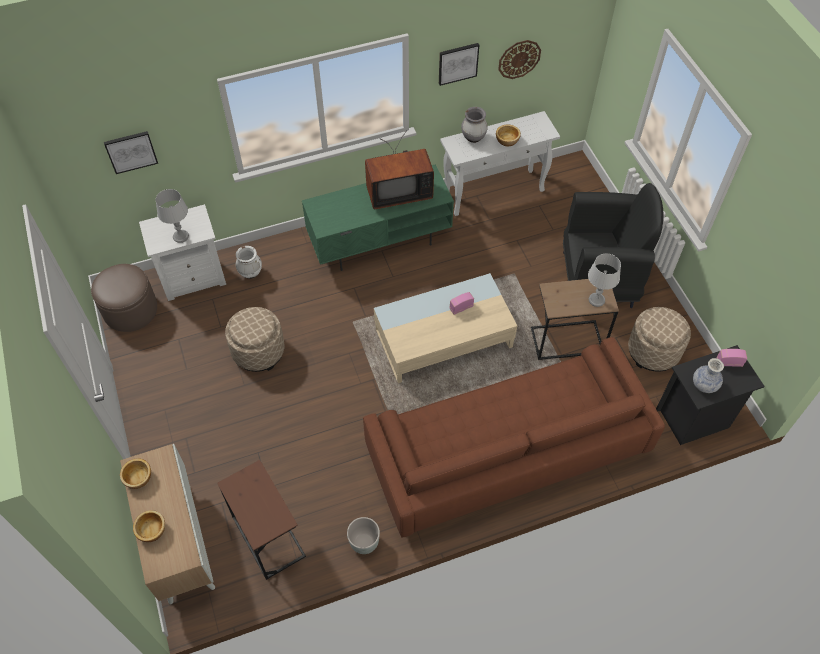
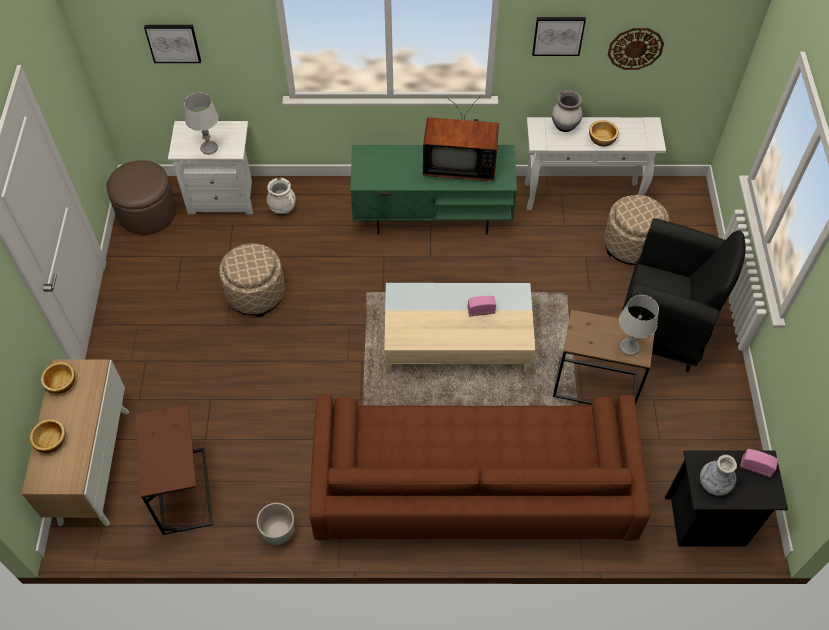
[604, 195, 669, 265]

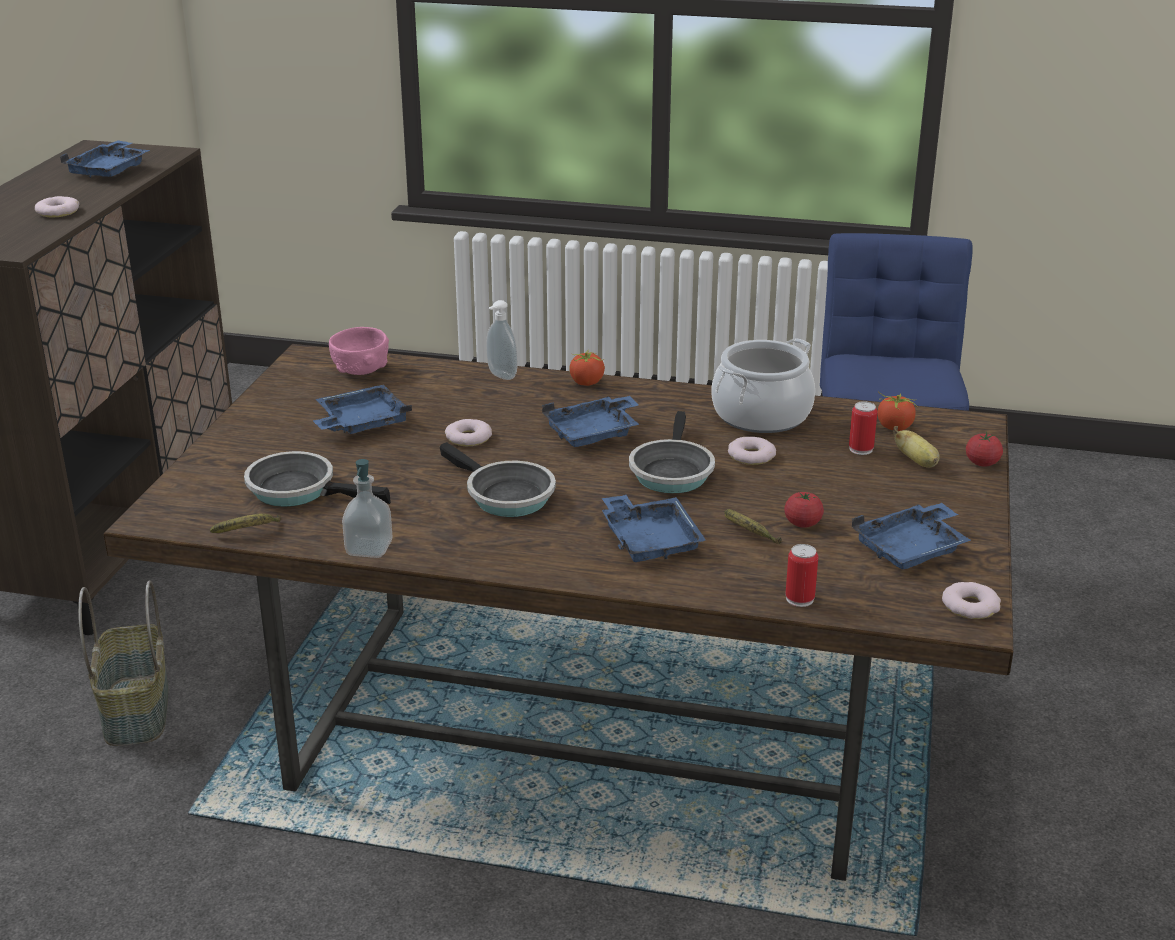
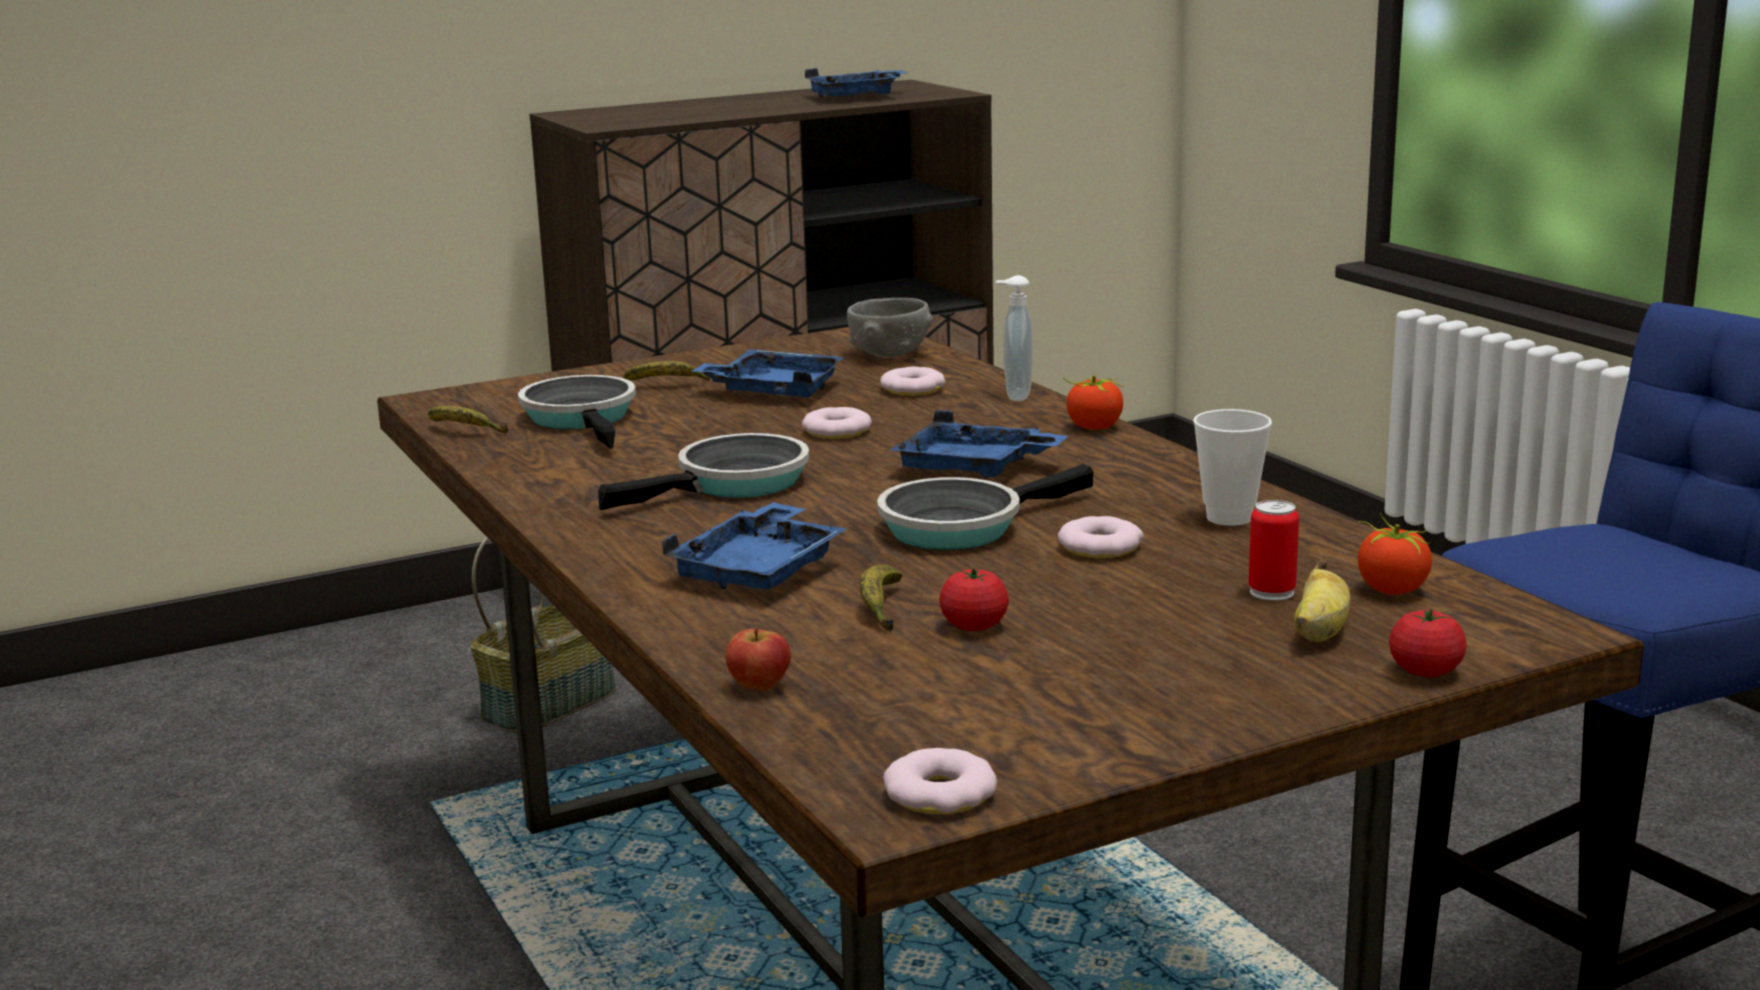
[342, 459, 393, 558] (first image)
[852, 503, 971, 569] (first image)
[623, 361, 710, 381]
[880, 366, 945, 396]
[1193, 409, 1272, 526]
[725, 627, 791, 691]
[847, 298, 933, 357]
[598, 433, 810, 510]

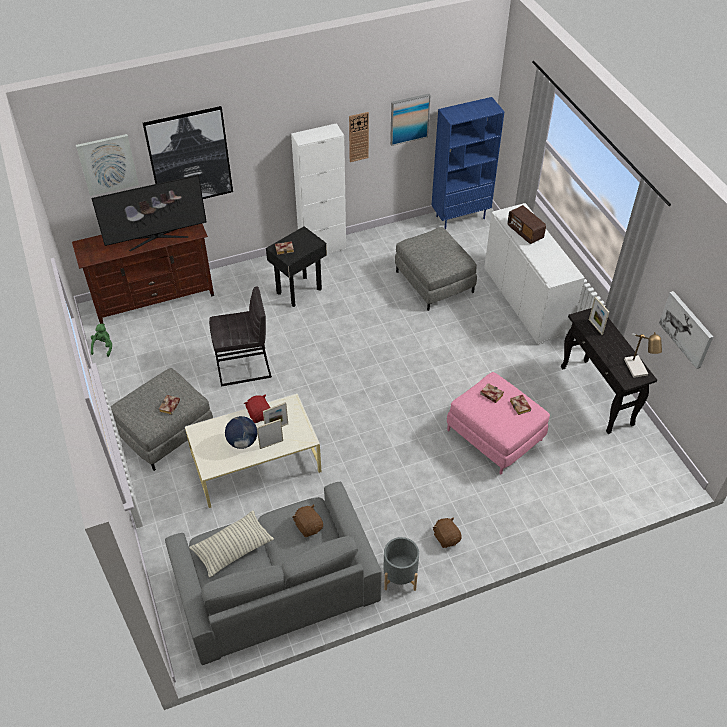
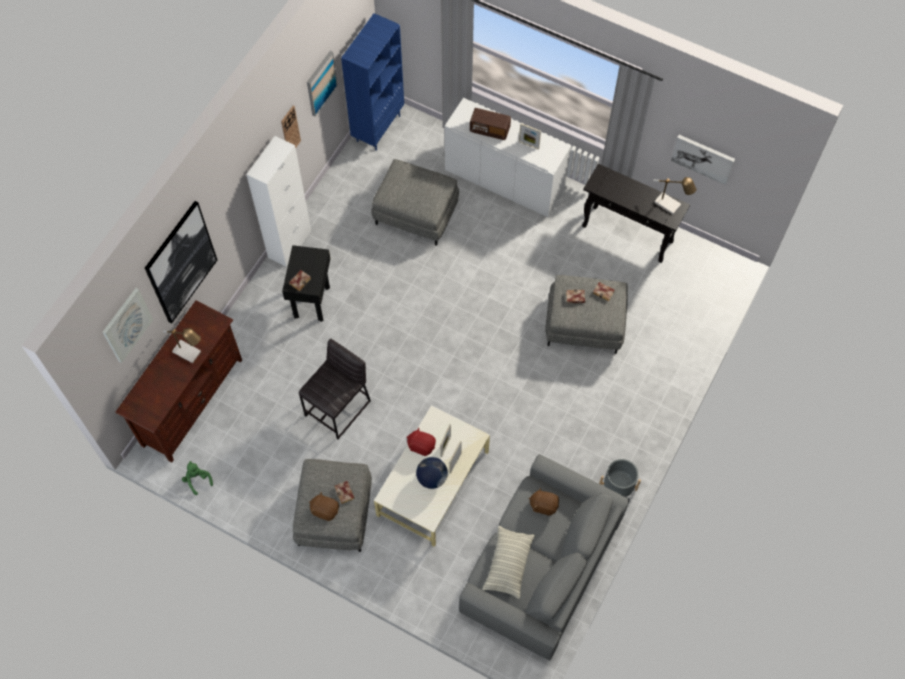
[309, 492, 339, 521]
[519, 123, 541, 150]
[163, 328, 201, 363]
[545, 275, 628, 354]

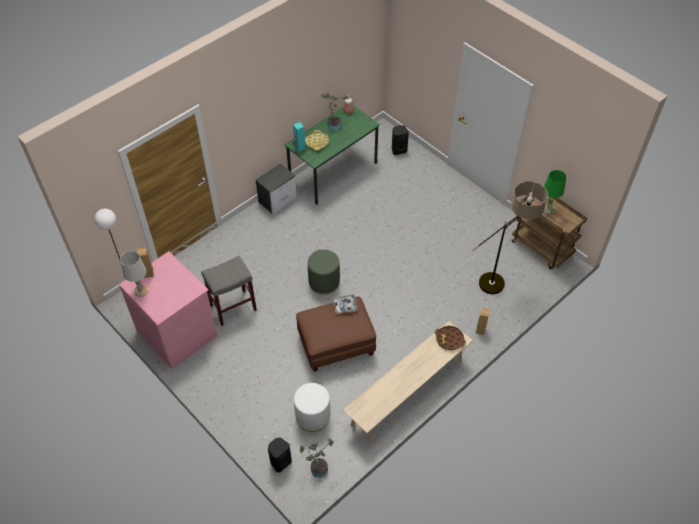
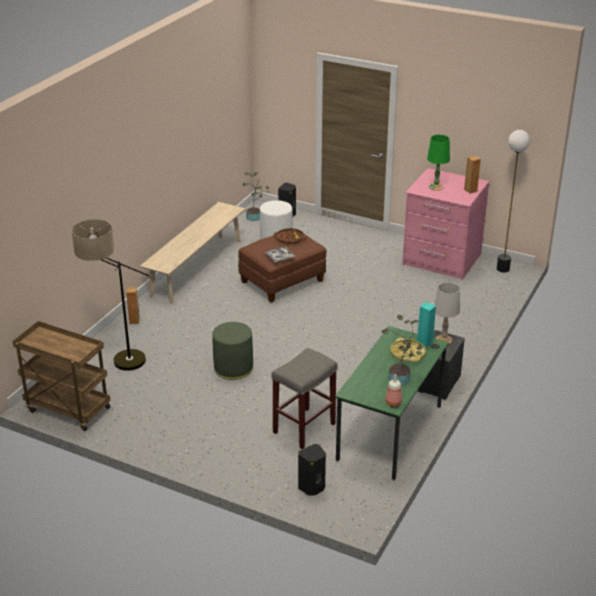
[435, 282, 460, 344]
[271, 348, 337, 449]
[212, 322, 253, 380]
[274, 228, 307, 244]
[427, 135, 450, 191]

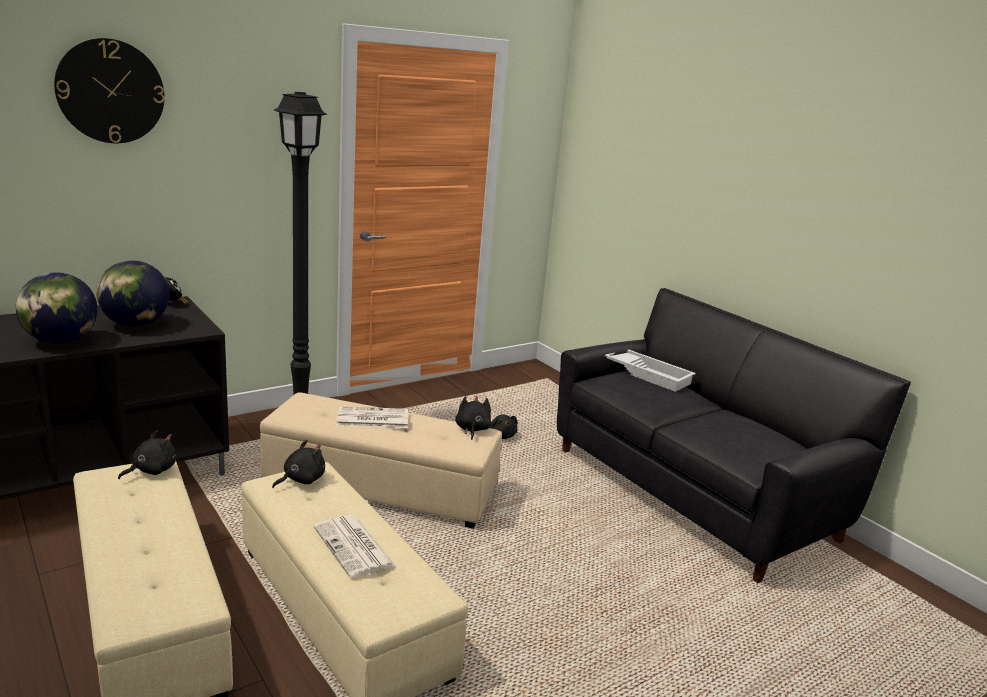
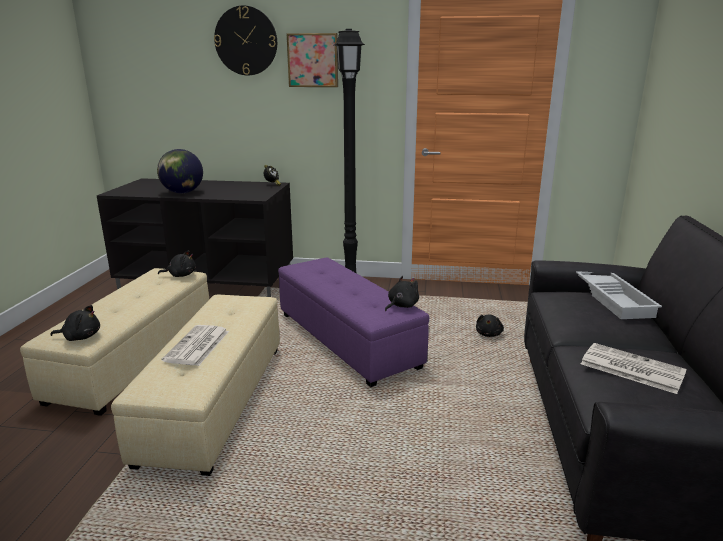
[96, 260, 169, 327] (first image)
[287, 33, 338, 87]
[50, 305, 100, 341]
[581, 343, 687, 394]
[278, 258, 429, 387]

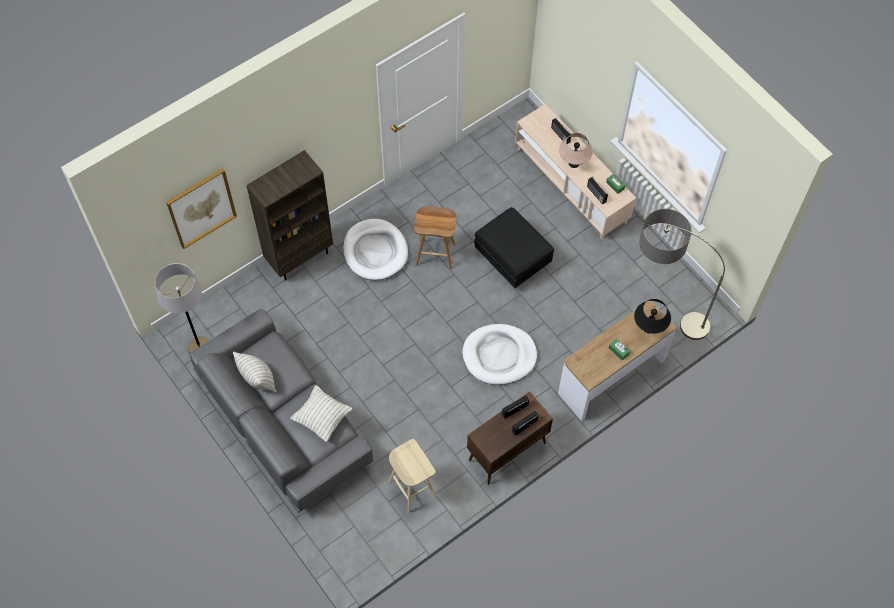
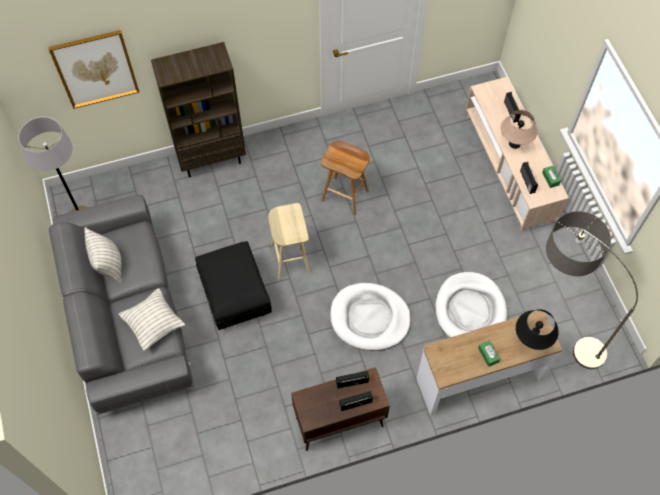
[435, 272, 507, 337]
[268, 203, 311, 280]
[195, 241, 272, 330]

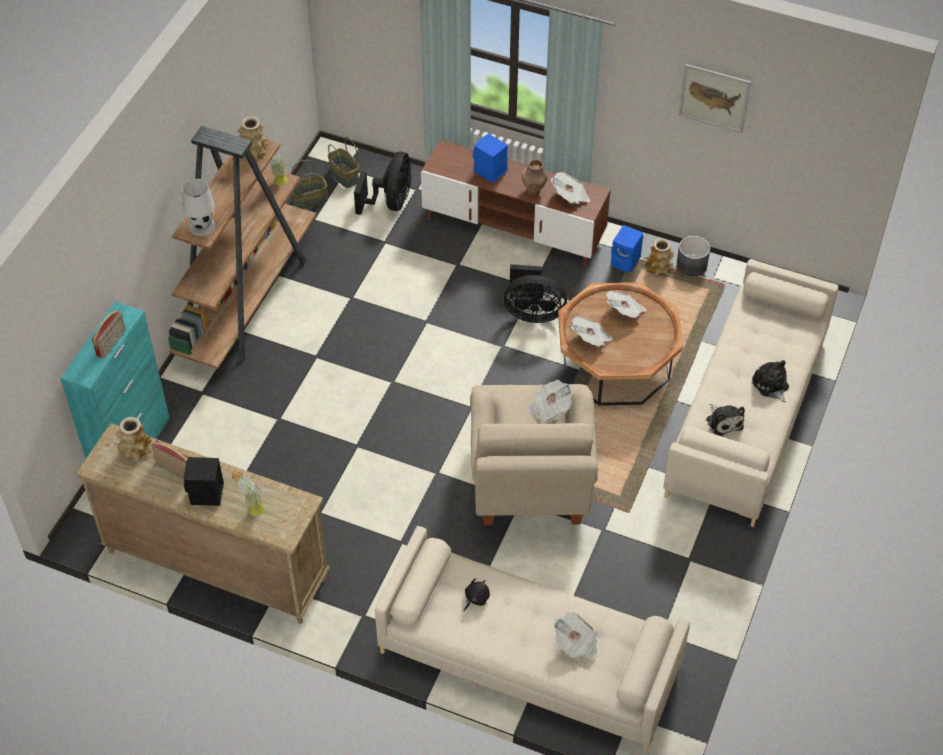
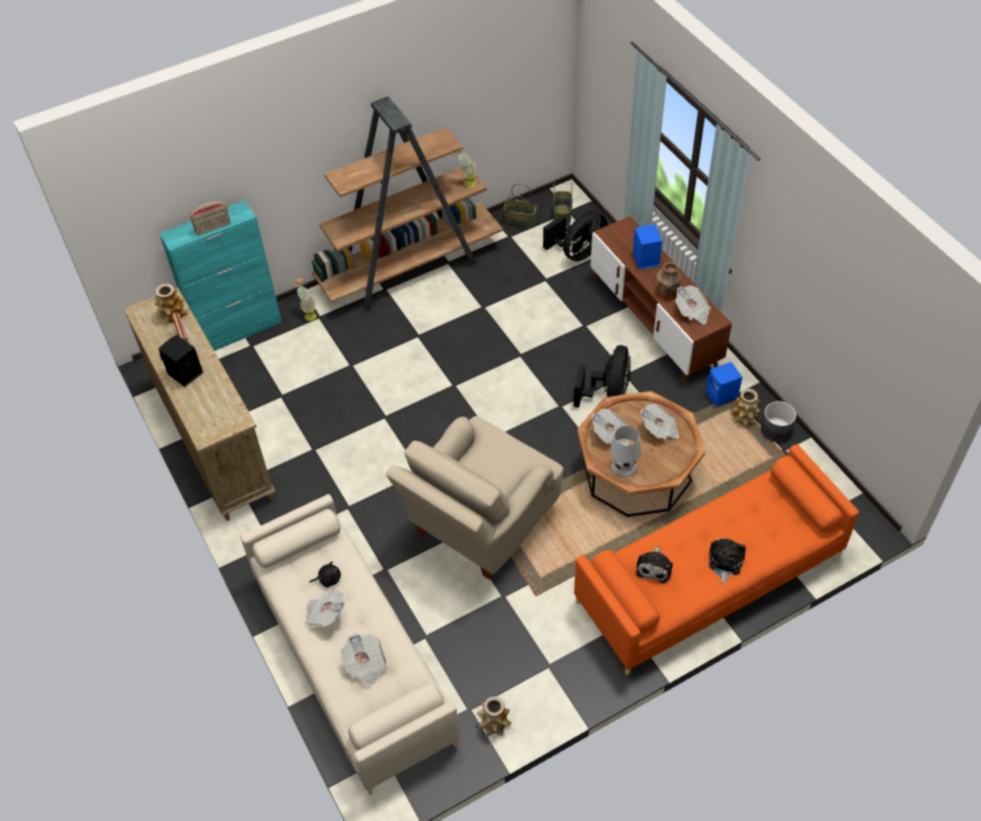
[679, 64, 751, 133] (first image)
[610, 425, 641, 477]
[295, 278, 317, 321]
[477, 697, 512, 736]
[305, 590, 345, 627]
[574, 444, 859, 675]
[573, 345, 631, 408]

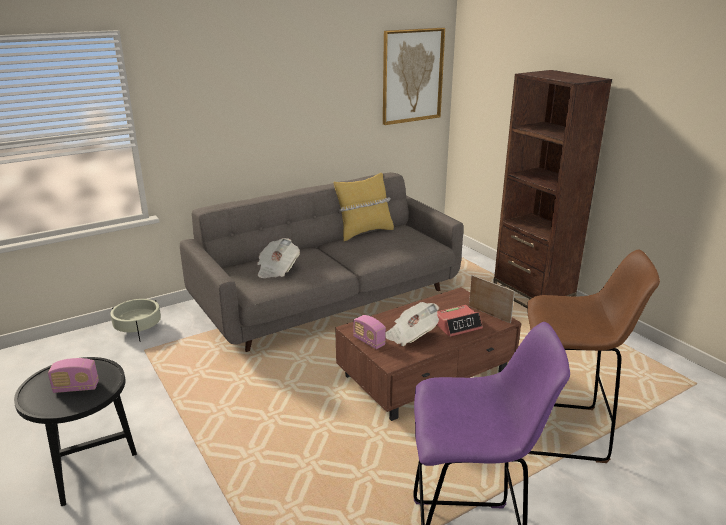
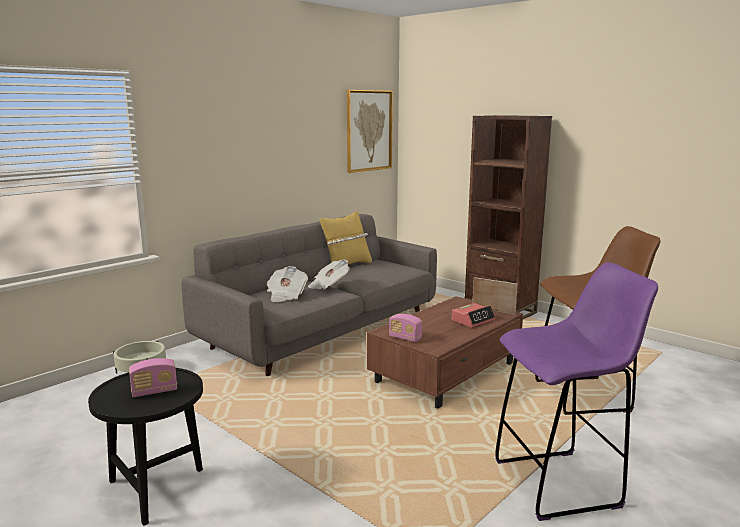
[308, 260, 350, 290]

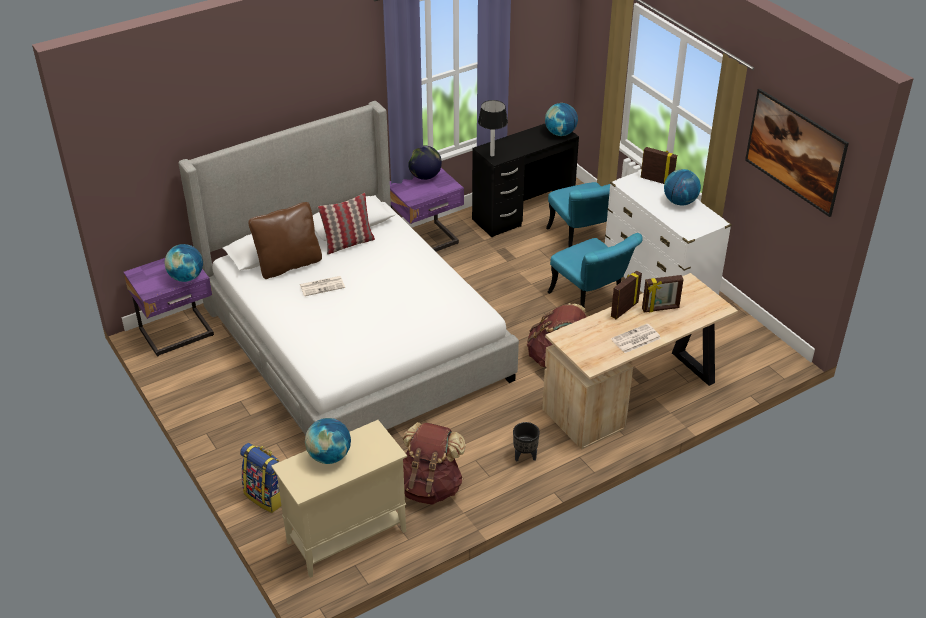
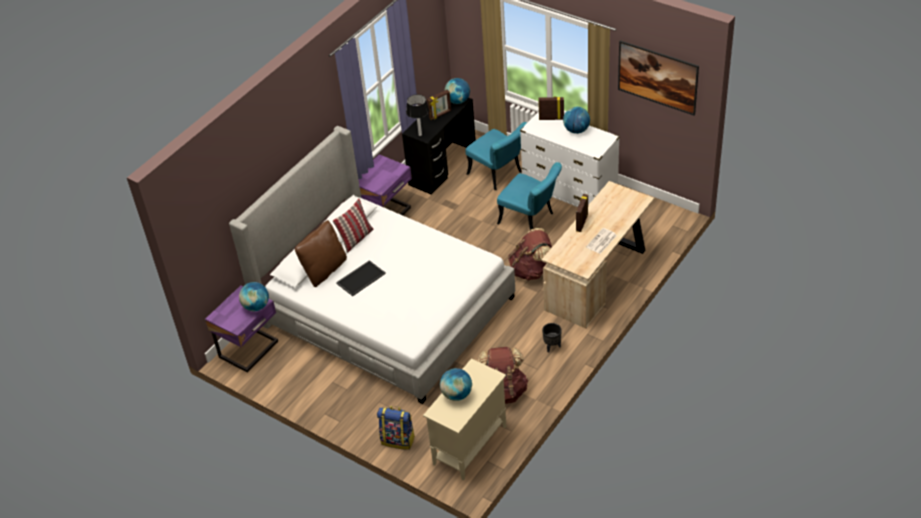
[408, 146, 442, 180] (first image)
[427, 90, 451, 120]
[336, 260, 386, 296]

